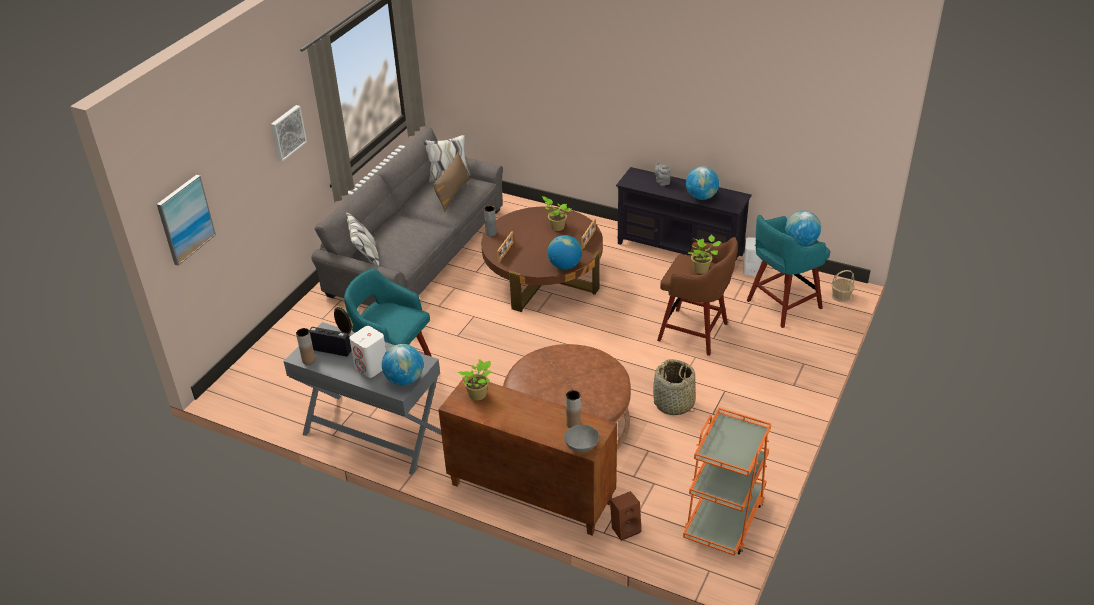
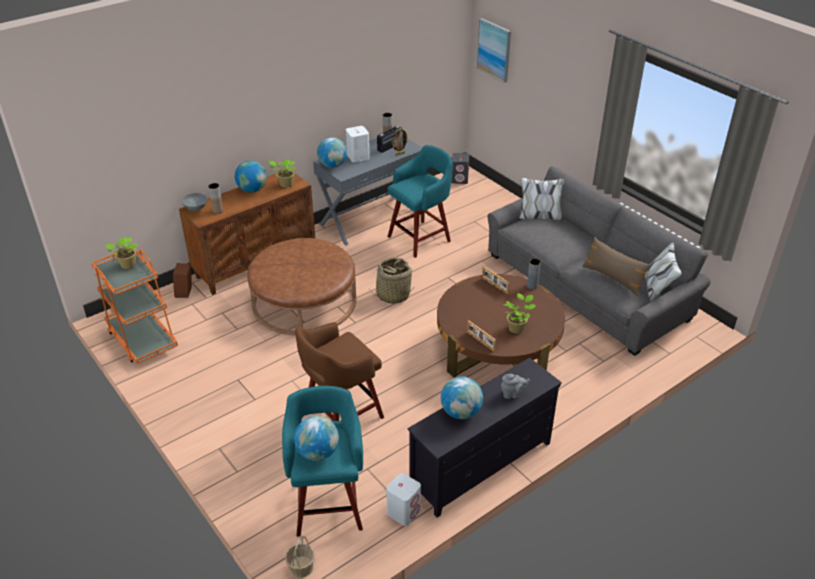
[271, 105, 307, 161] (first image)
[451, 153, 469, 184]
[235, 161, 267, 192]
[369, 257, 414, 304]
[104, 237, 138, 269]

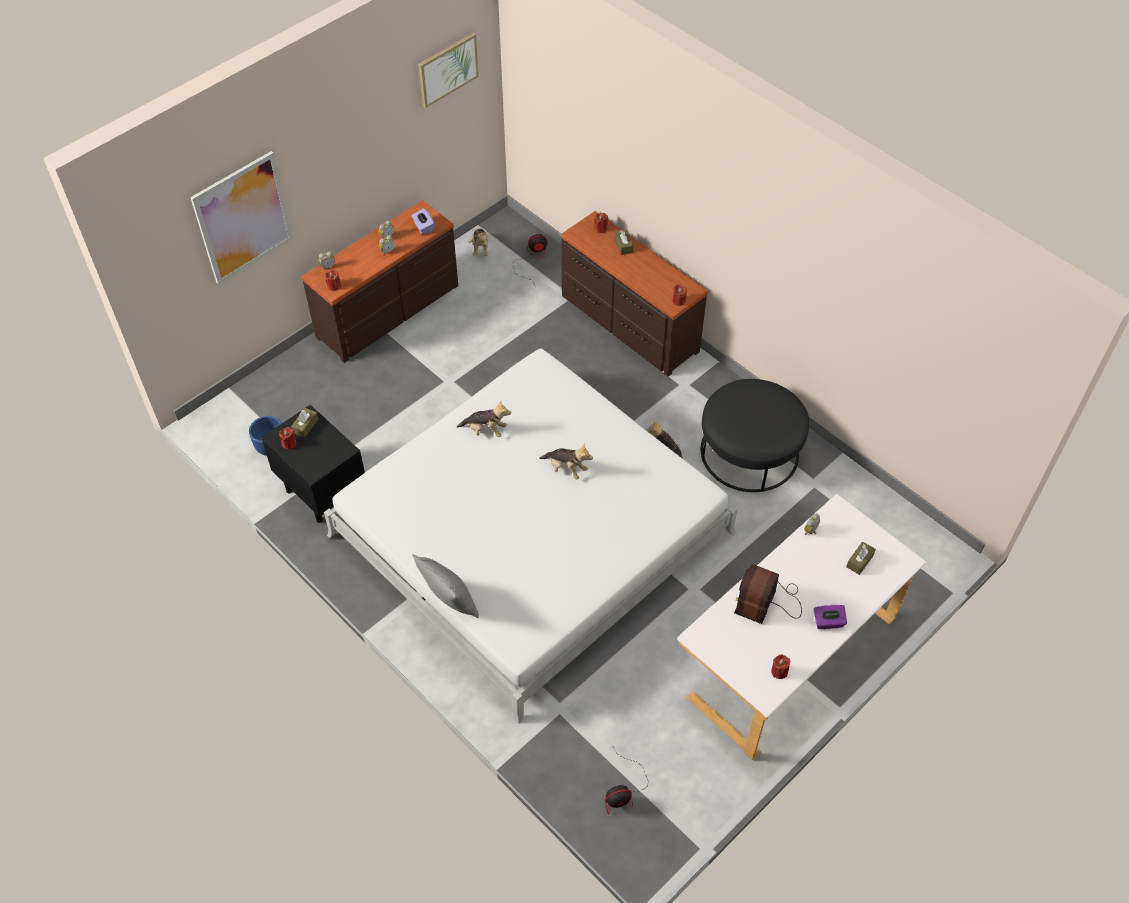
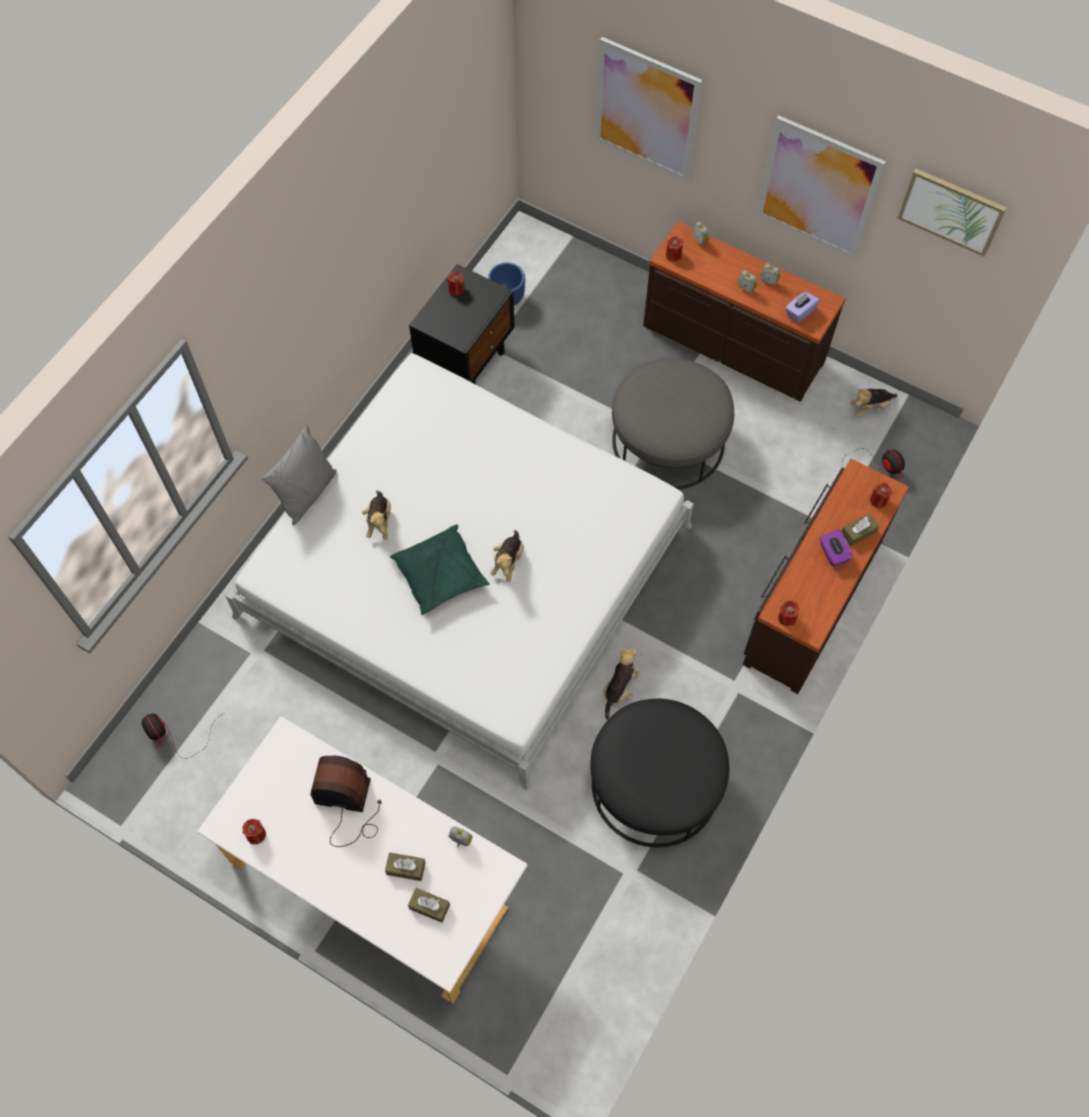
[390, 524, 489, 615]
[612, 358, 734, 490]
[757, 115, 886, 259]
[385, 852, 426, 881]
[362, 491, 391, 540]
[820, 529, 853, 567]

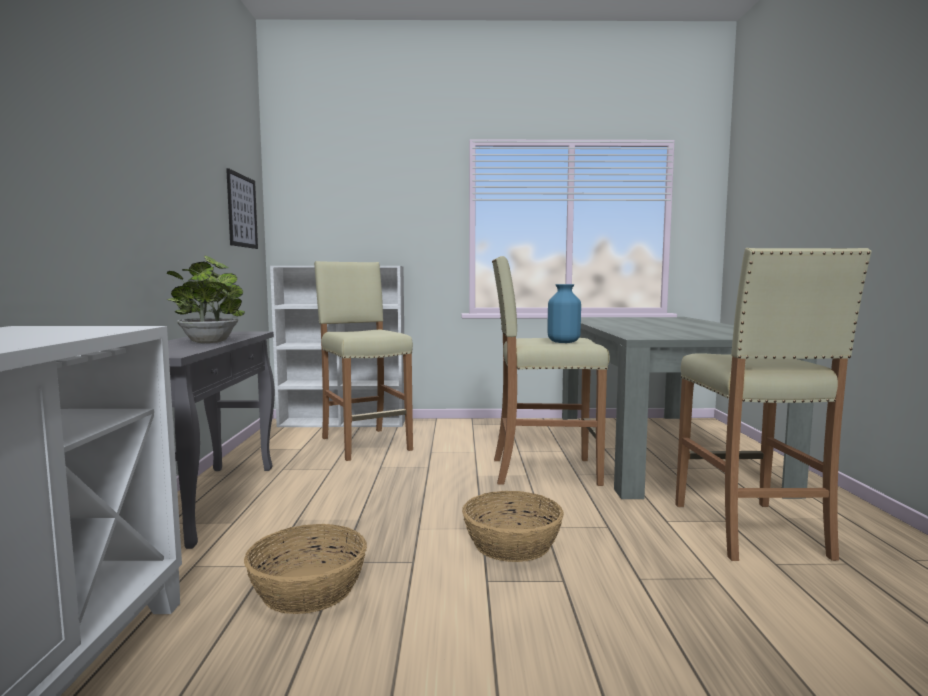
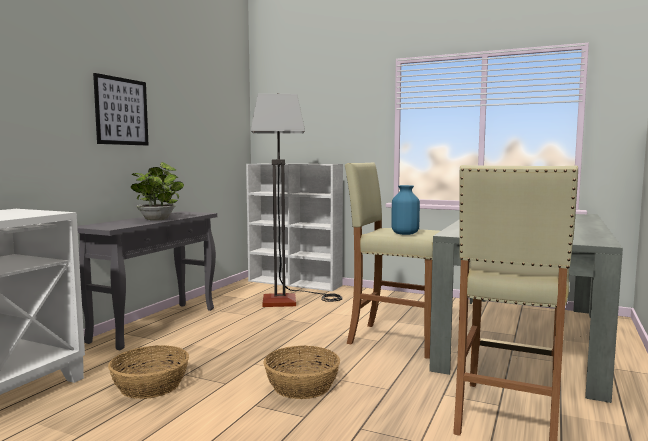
[93, 73, 149, 145]
[250, 93, 343, 307]

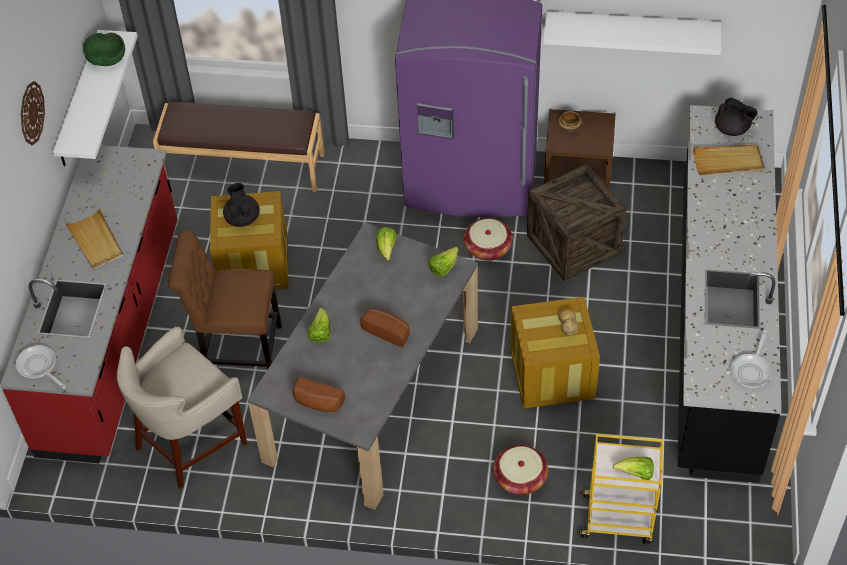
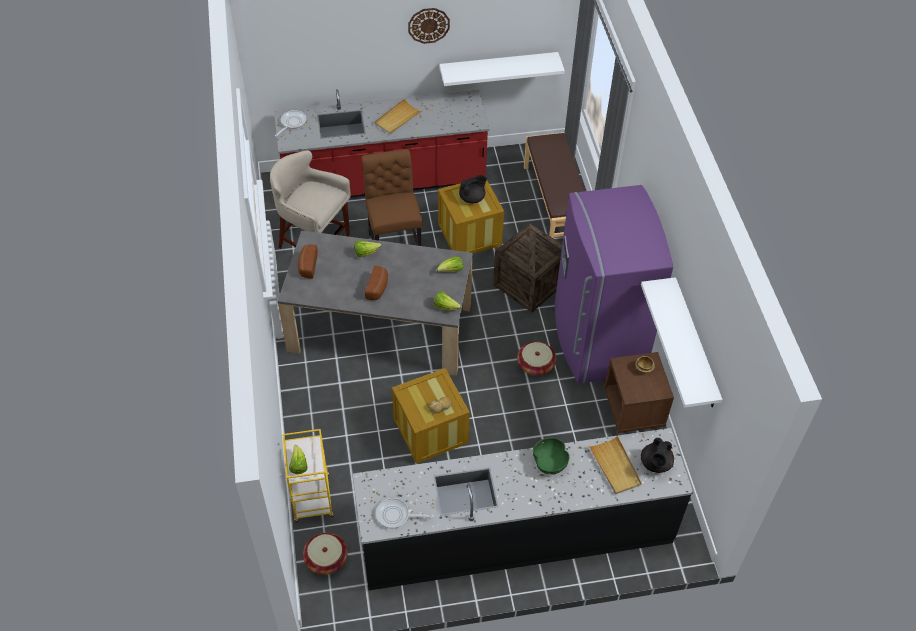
[533, 438, 570, 475]
[303, 533, 348, 575]
[493, 223, 562, 312]

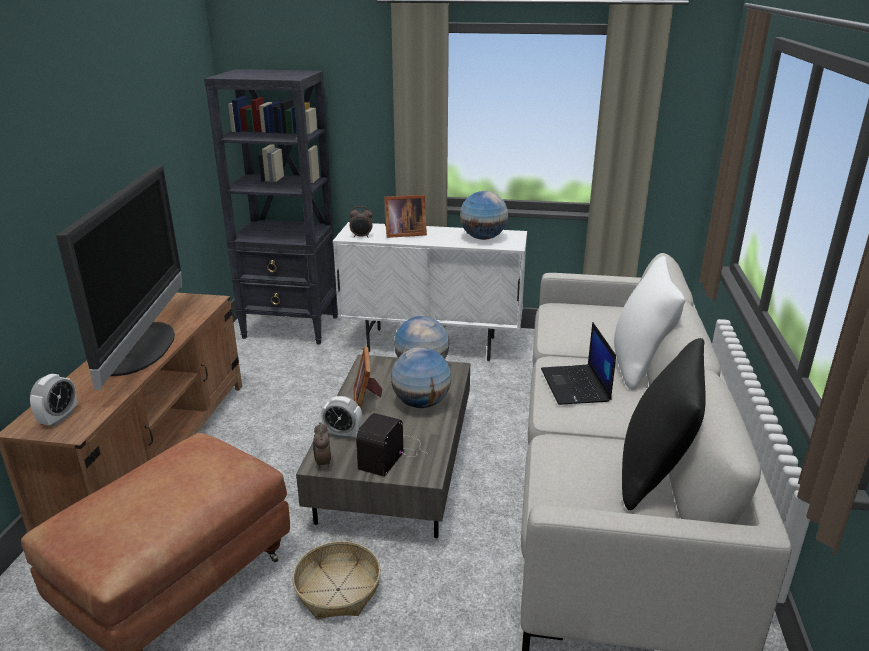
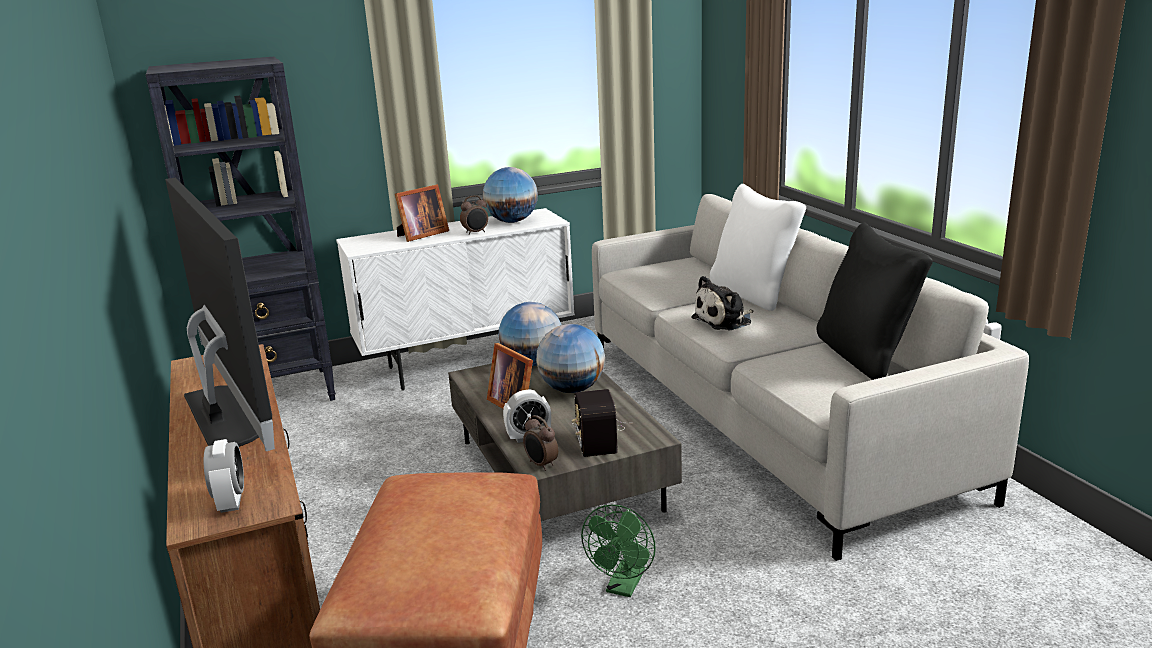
[460, 195, 488, 235]
[581, 505, 656, 597]
[691, 276, 753, 330]

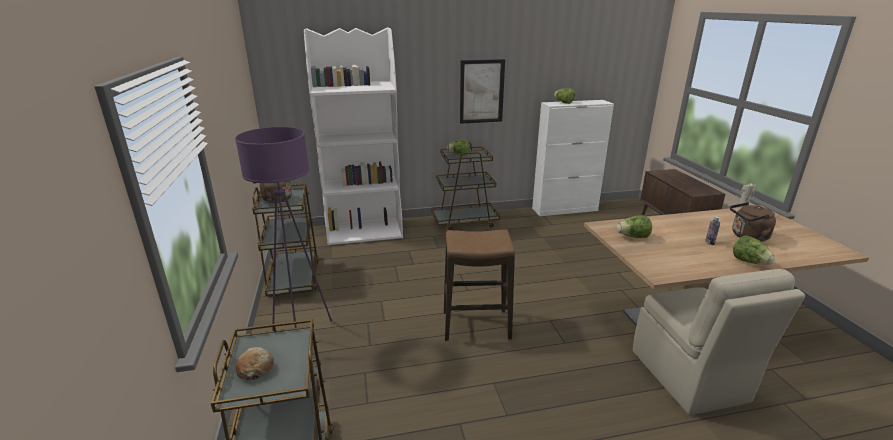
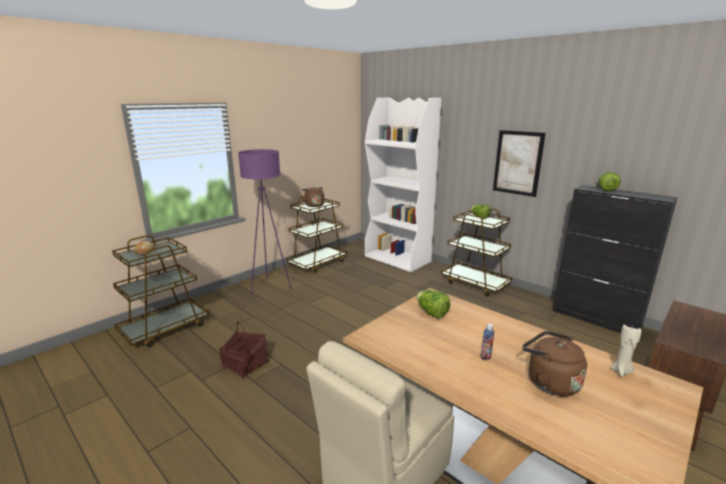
[444, 229, 515, 341] (first image)
[733, 236, 775, 265] (first image)
[220, 322, 268, 379]
[552, 185, 678, 333]

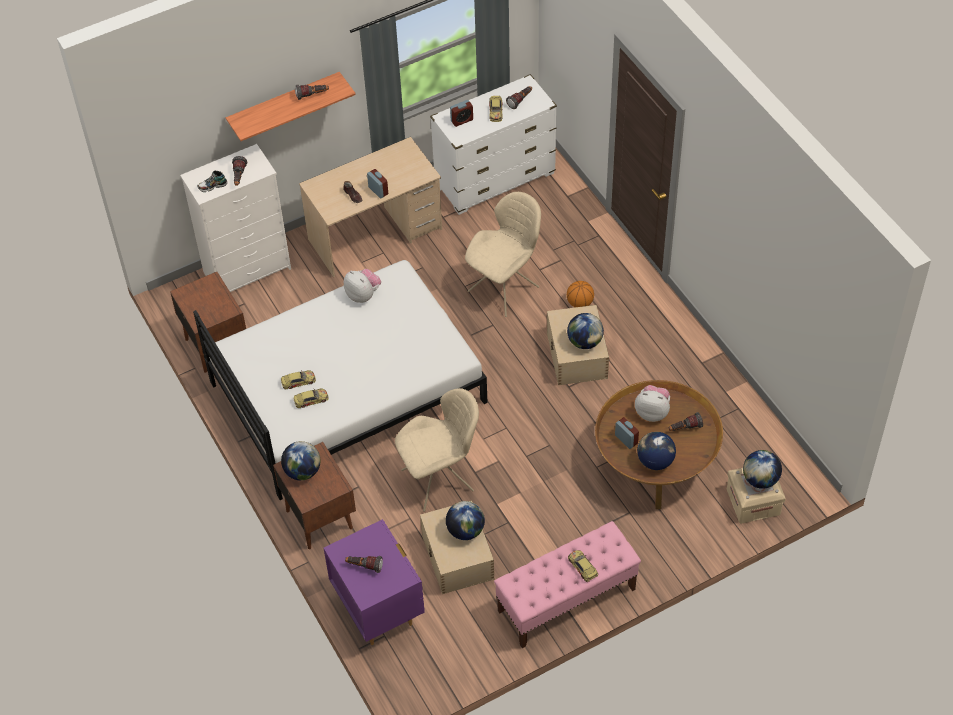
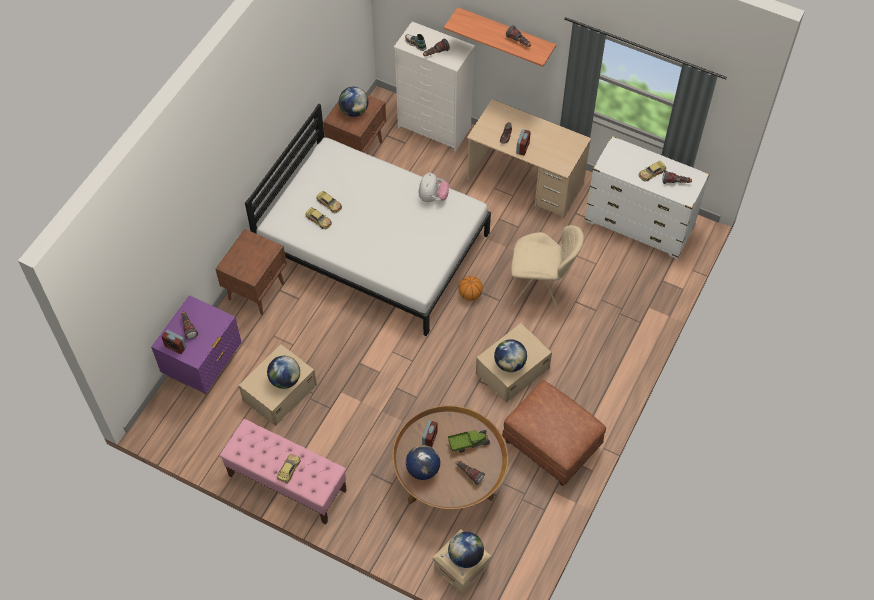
[395, 388, 479, 512] (first image)
[502, 380, 606, 486]
[339, 87, 369, 117]
[162, 330, 186, 354]
[458, 276, 483, 301]
[448, 430, 490, 453]

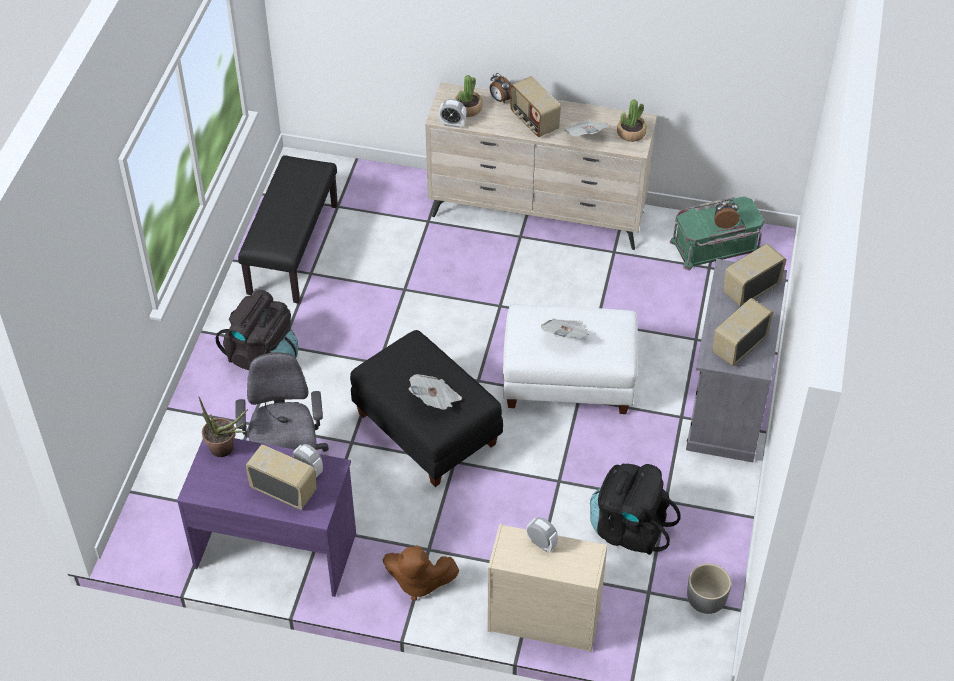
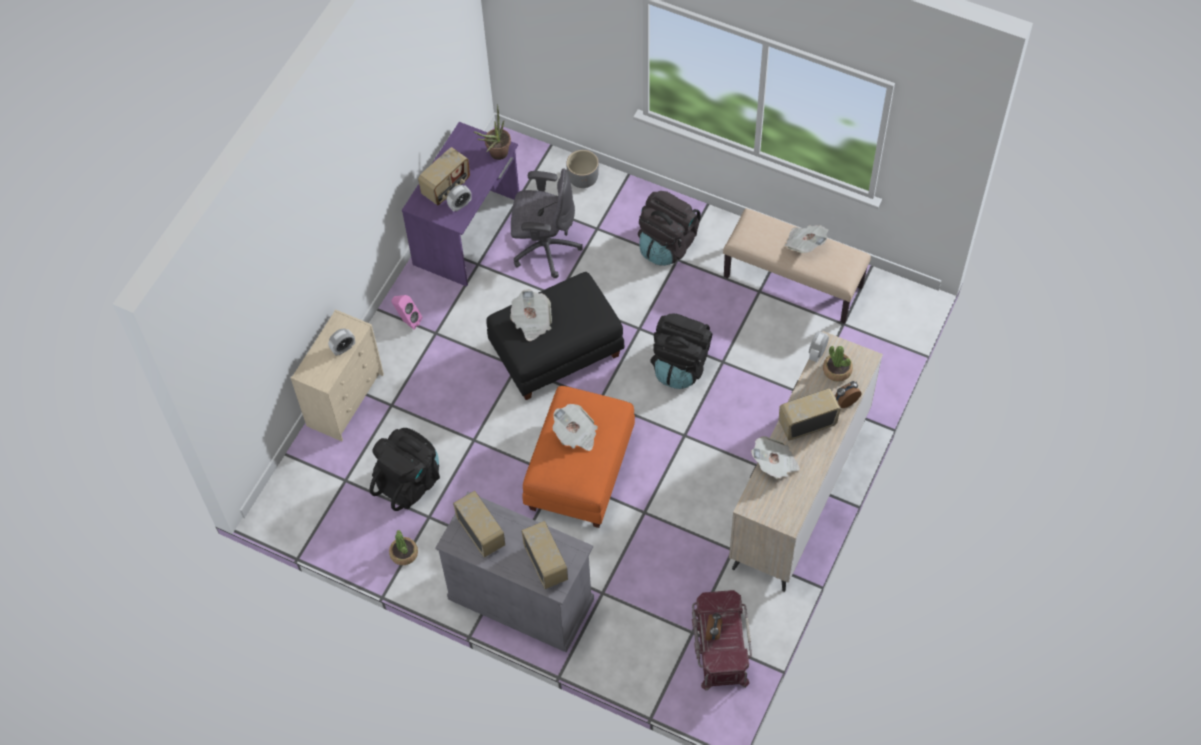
[651, 313, 712, 389]
[785, 225, 829, 253]
[389, 530, 418, 565]
[566, 150, 599, 188]
[392, 295, 422, 330]
[723, 208, 871, 324]
[522, 386, 635, 528]
[692, 590, 752, 691]

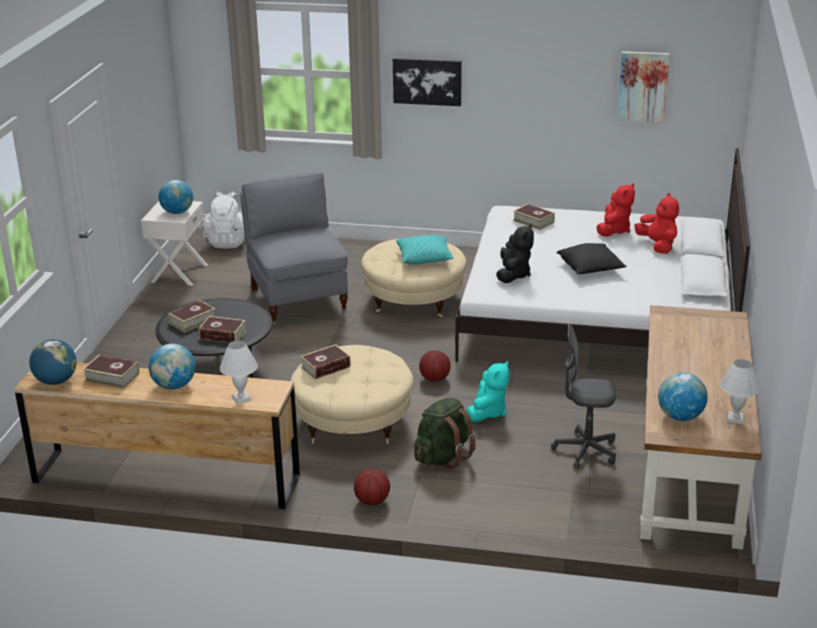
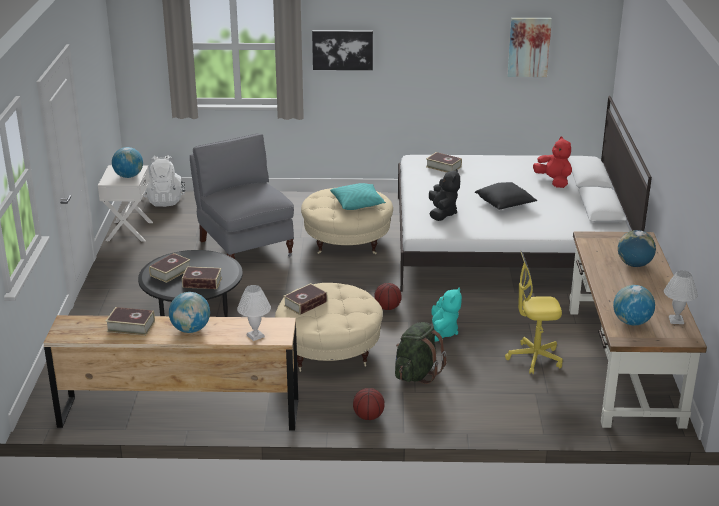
[596, 183, 635, 236] (first image)
[618, 230, 656, 267]
[505, 251, 563, 374]

